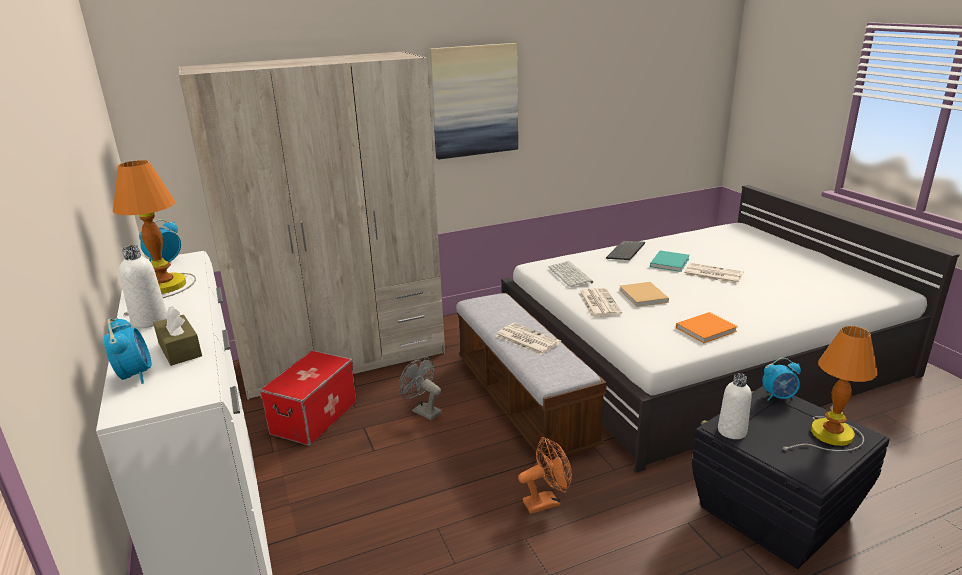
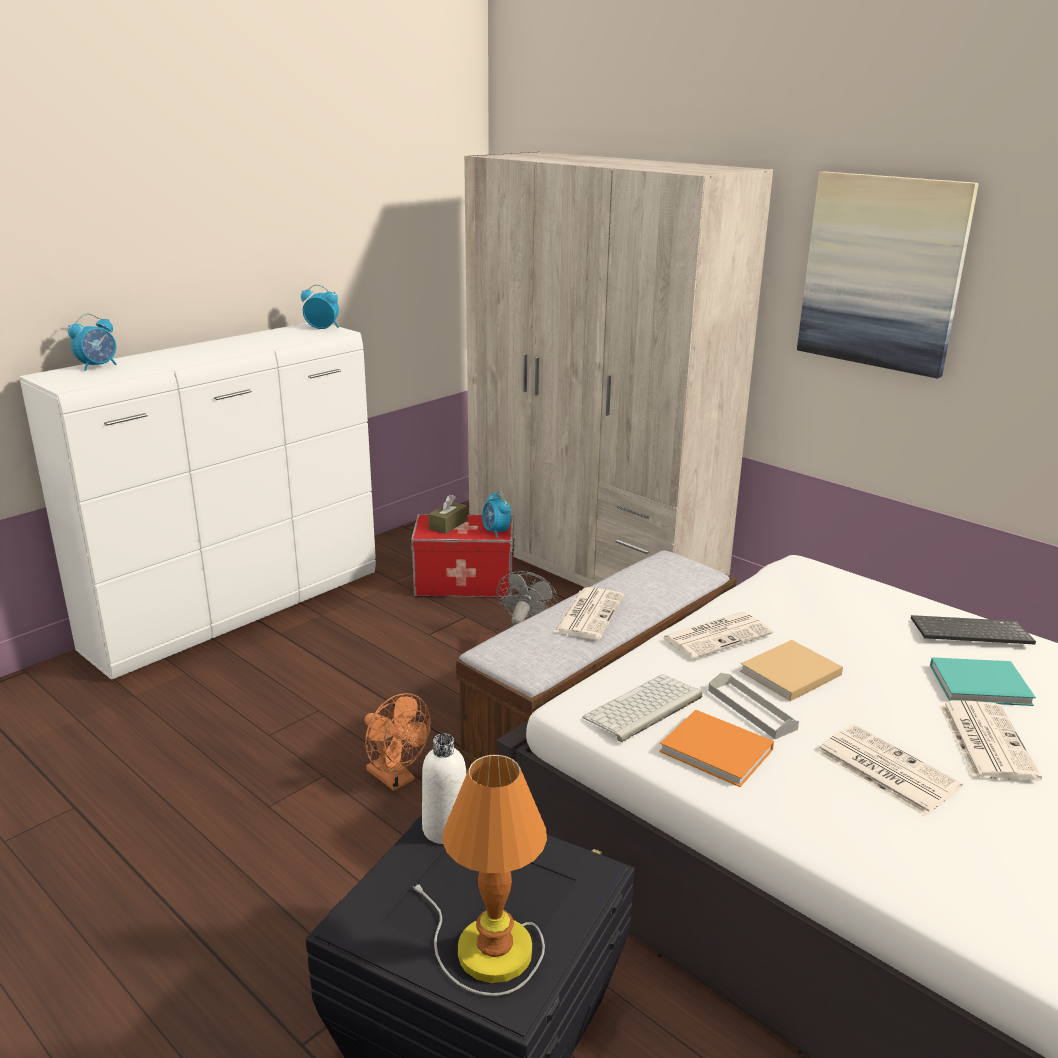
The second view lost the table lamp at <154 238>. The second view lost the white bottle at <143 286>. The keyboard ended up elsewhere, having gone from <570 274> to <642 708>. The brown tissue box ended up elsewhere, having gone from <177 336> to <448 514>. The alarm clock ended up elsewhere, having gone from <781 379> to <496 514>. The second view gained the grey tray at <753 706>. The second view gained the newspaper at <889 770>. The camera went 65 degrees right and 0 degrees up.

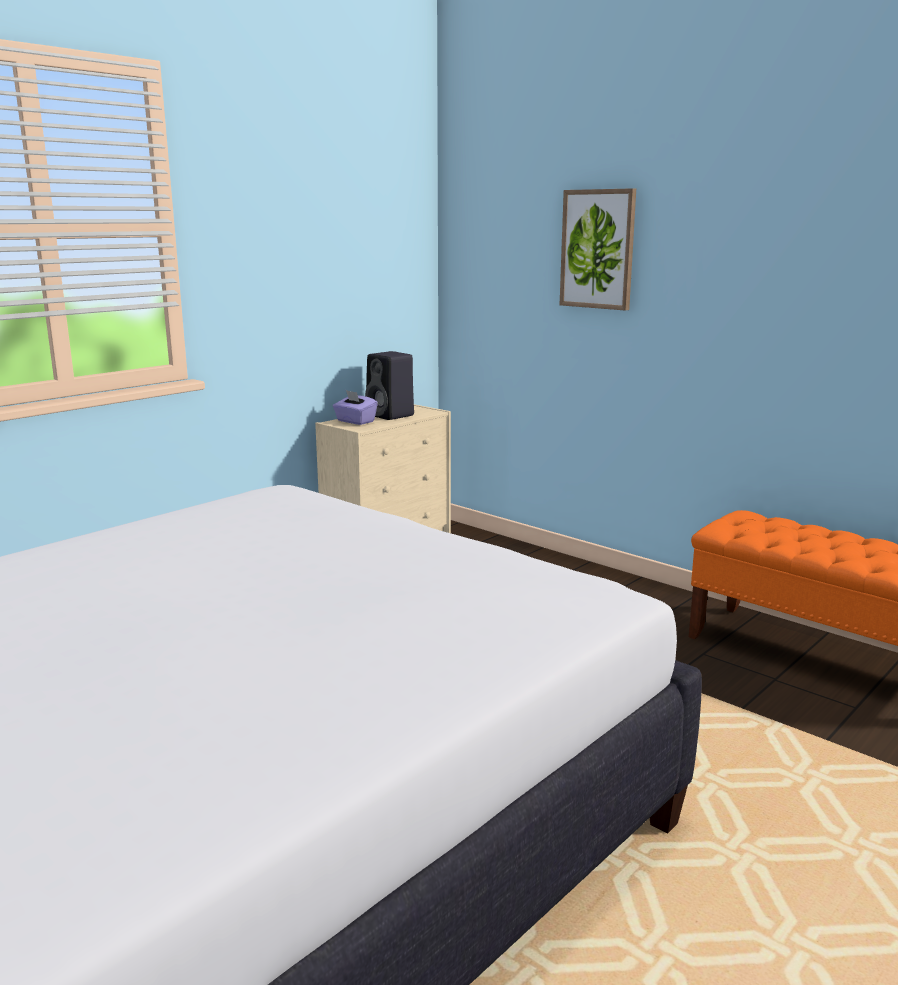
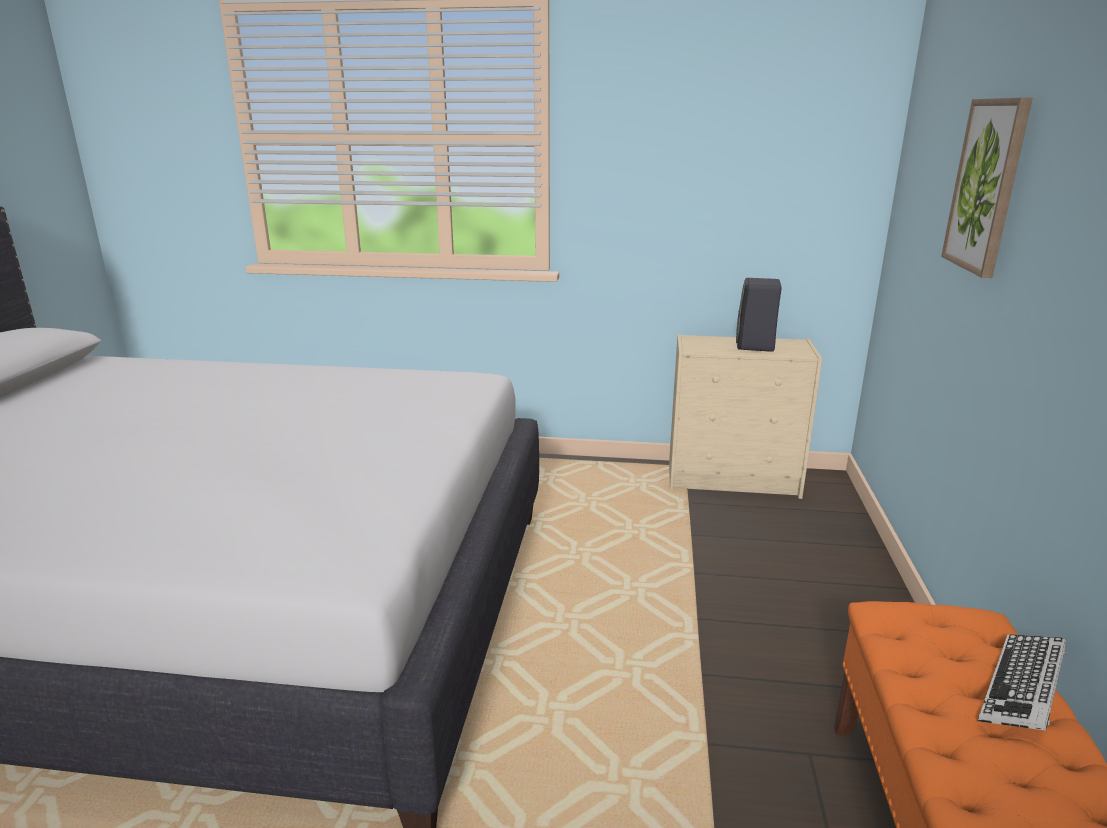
The second view lost the purple tissue box at <355 407>. The second view gained the keyboard at <1022 682>. The camera went 55 degrees right and 5 degrees up.

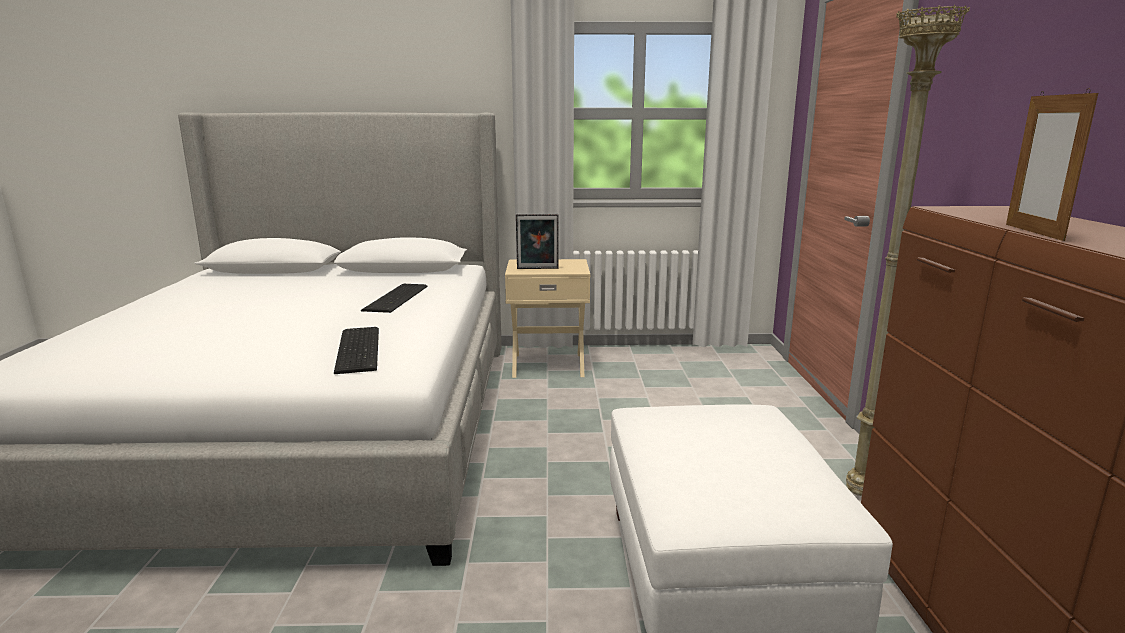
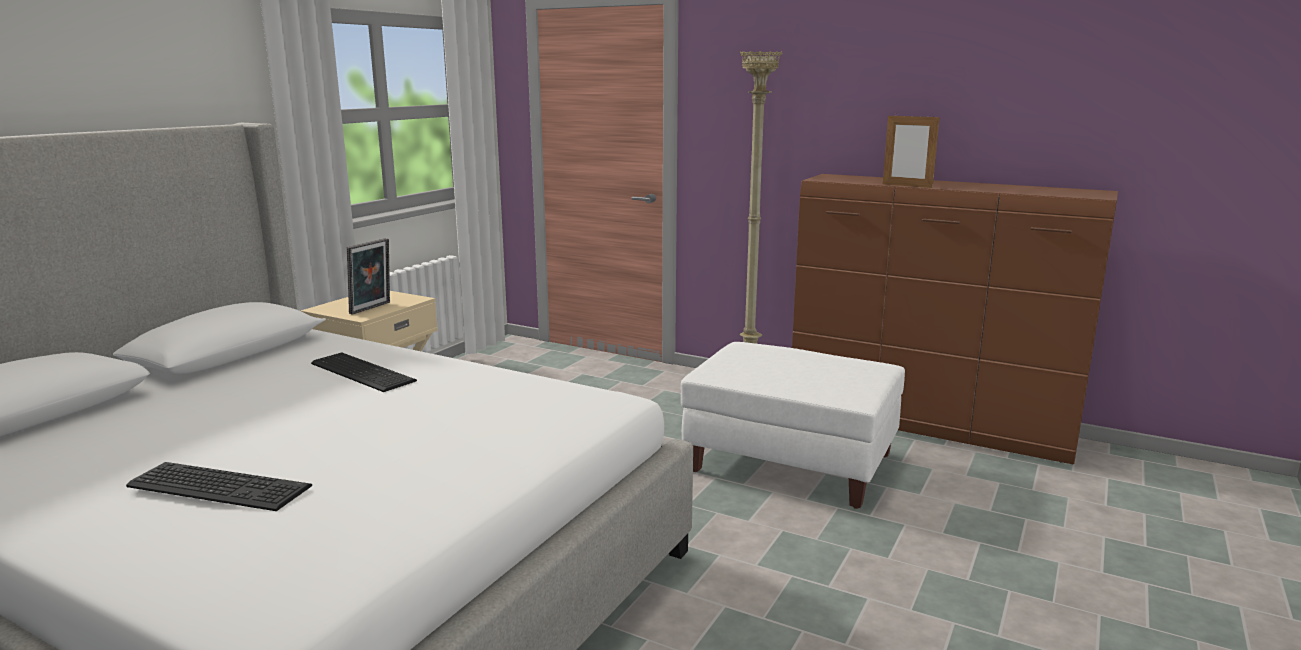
The keyboard ended up elsewhere, having gone from <356 350> to <219 486>. The camera went 60 degrees left and 0 degrees up.

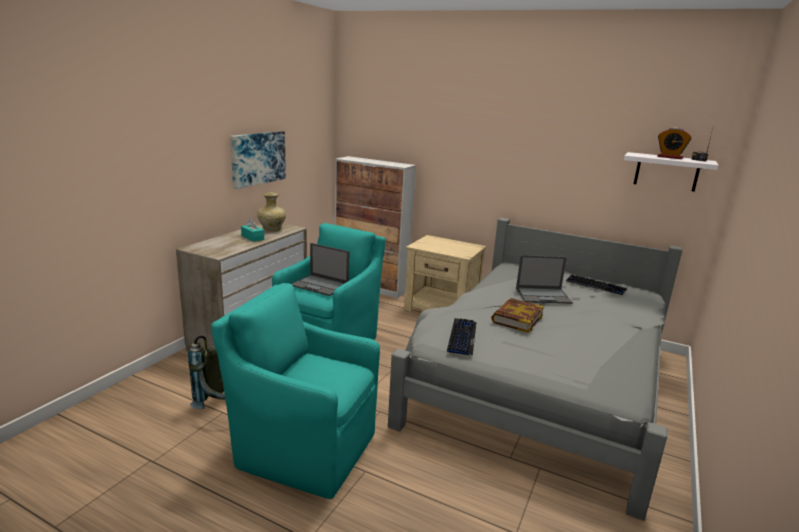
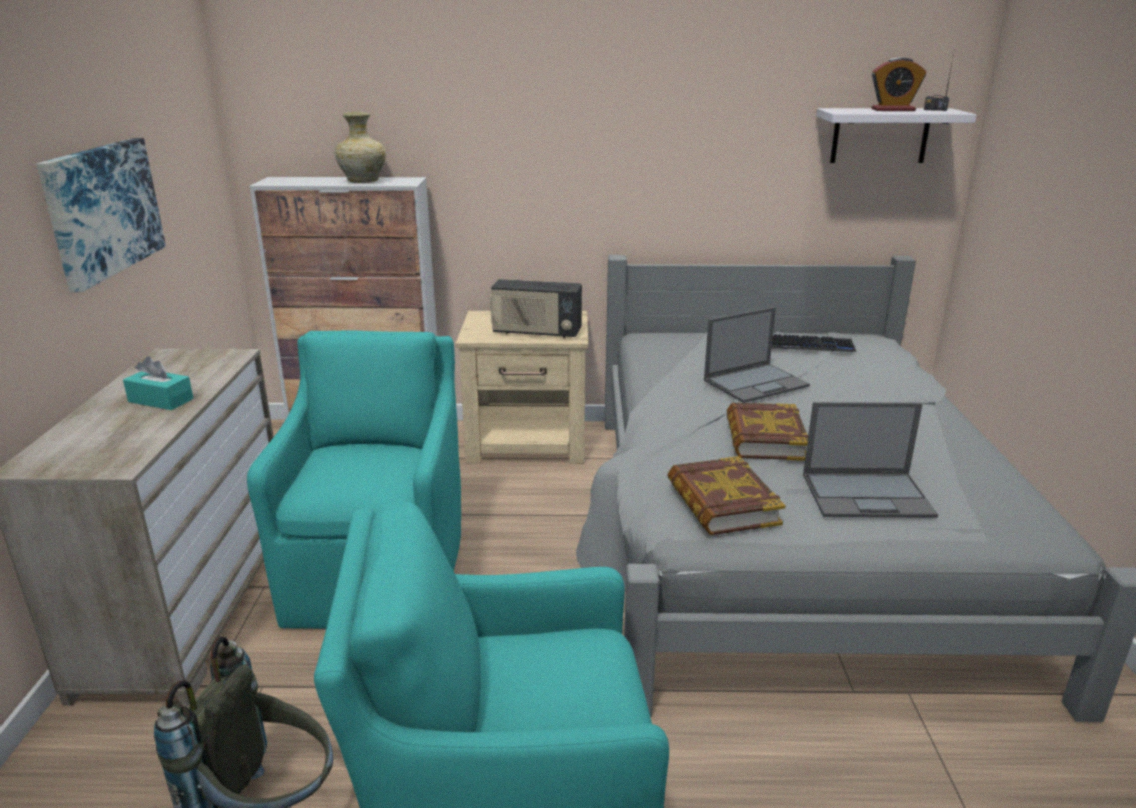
The beige vase ended up elsewhere, having gone from <271 211> to <360 147>. The laptop ended up elsewhere, having gone from <321 269> to <870 460>. Where the keyboard stood at <461 336>, the book came to stand at <727 495>. The second view gained the radio at <536 308>. The camera went 25 degrees left and 5 degrees up.

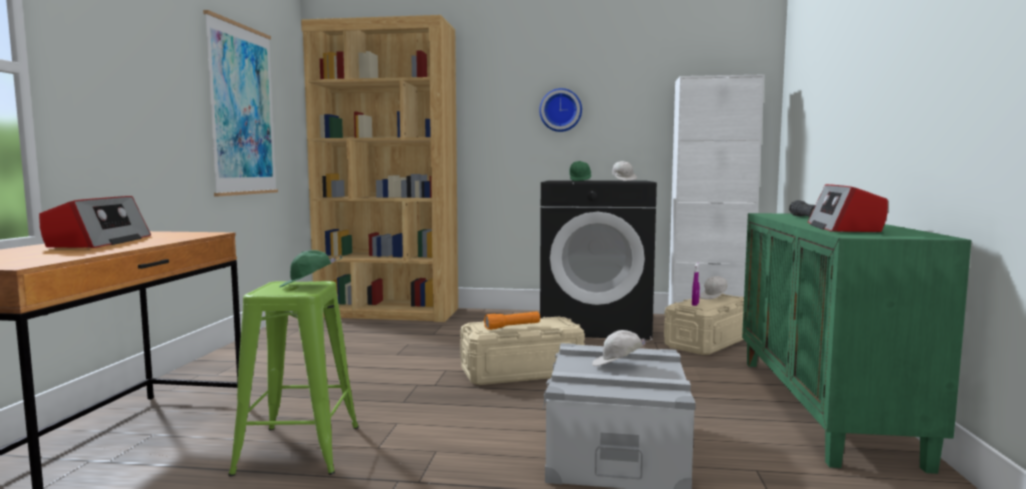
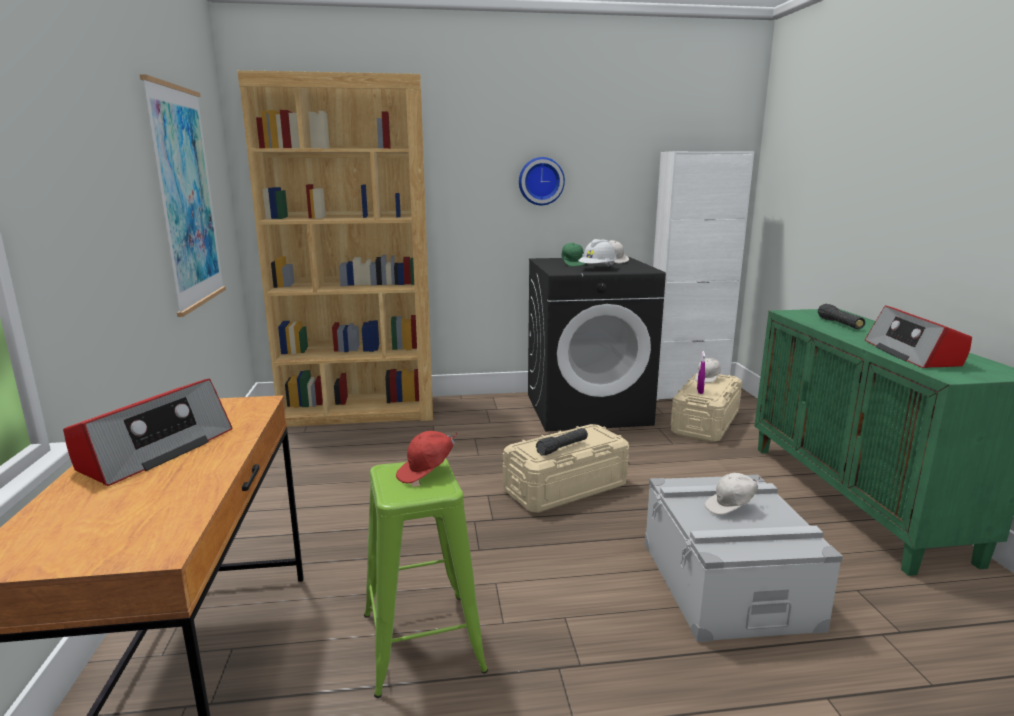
The radio at <95 222> ended up facing another way, 45 degrees clockwise from before. What was the green cap at <310 269> turned into the red cap at <426 457>. What was the orange flashlight at <512 321> turned into the black flashlight at <562 442>. The second view gained the white hard hat at <597 253>. The camera went 15 degrees left and 10 degrees up.

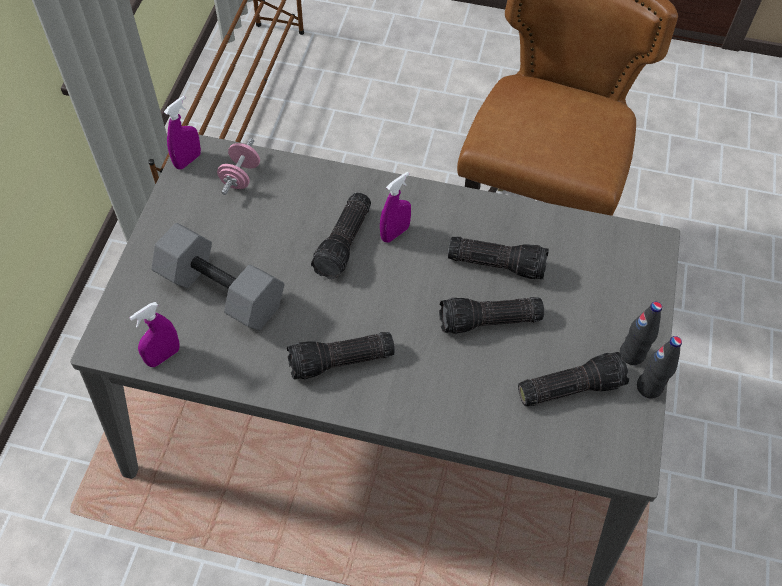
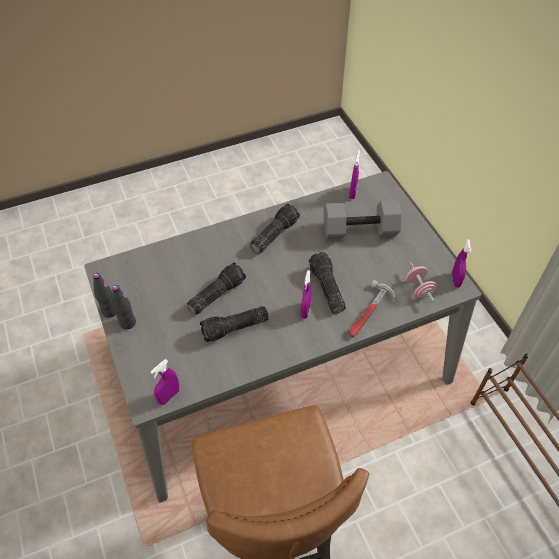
The second view lost the flashlight at <573 379>. The second view gained the hammer at <371 309>. The second view gained the purple spray bottle at <165 382>. The camera went 145 degrees right and 5 degrees down.

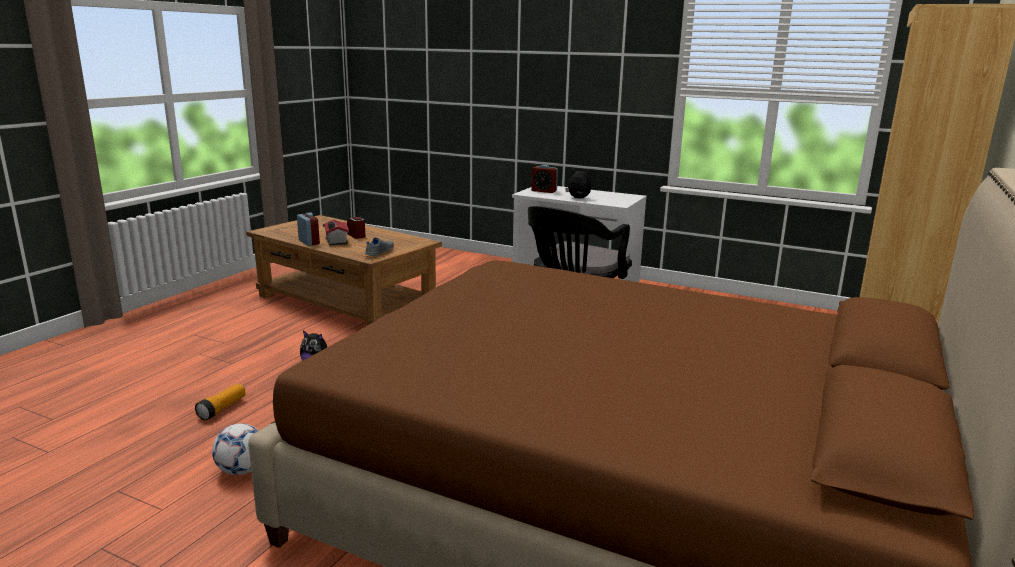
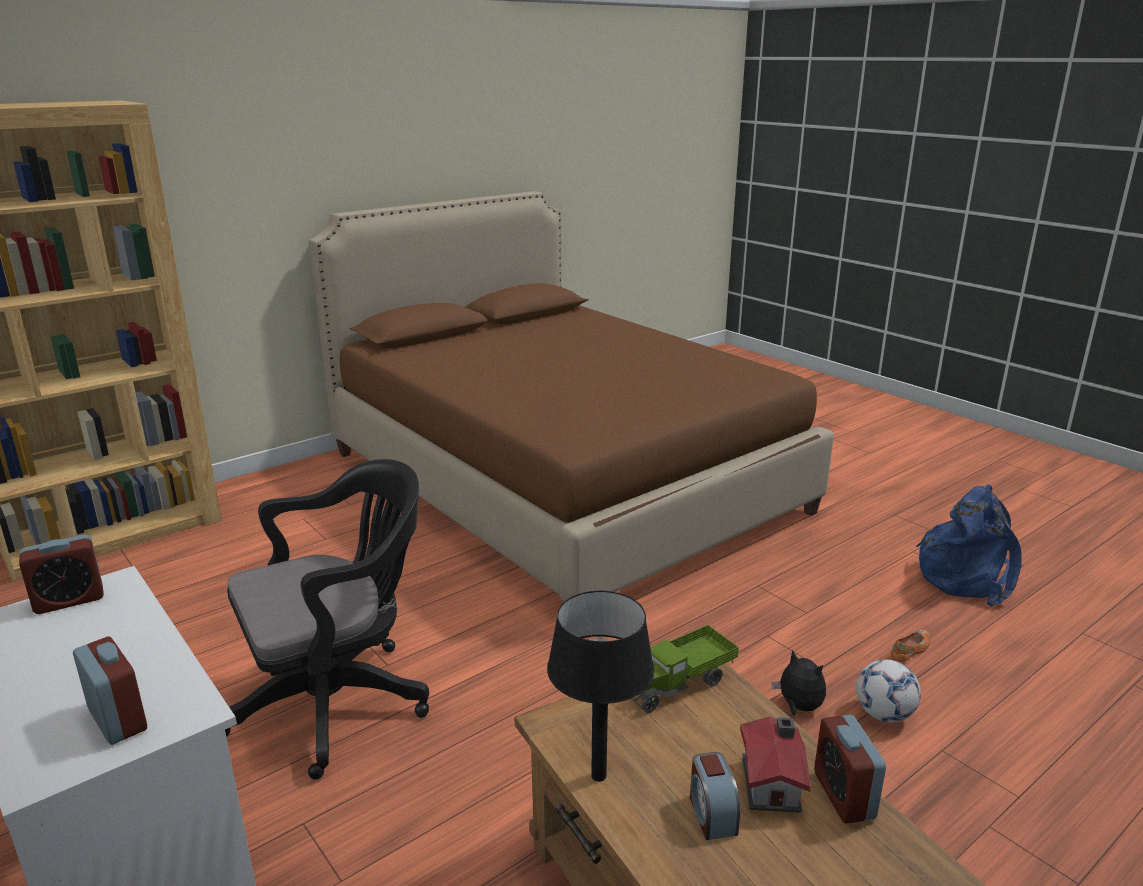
The second view lost the plush toy at <578 184>. Where the grey shoe stood at <379 247>, the toy truck came to stand at <685 669>. Where the flashlight stood at <220 402>, the orange shoe came to stand at <911 646>. The football ended up elsewhere, having gone from <235 449> to <888 691>. The second view gained the blue backpack at <969 545>. The second view gained the alarm clock at <61 574>. The second view gained the black table lamp at <601 686>. The camera went 155 degrees left and 5 degrees up.

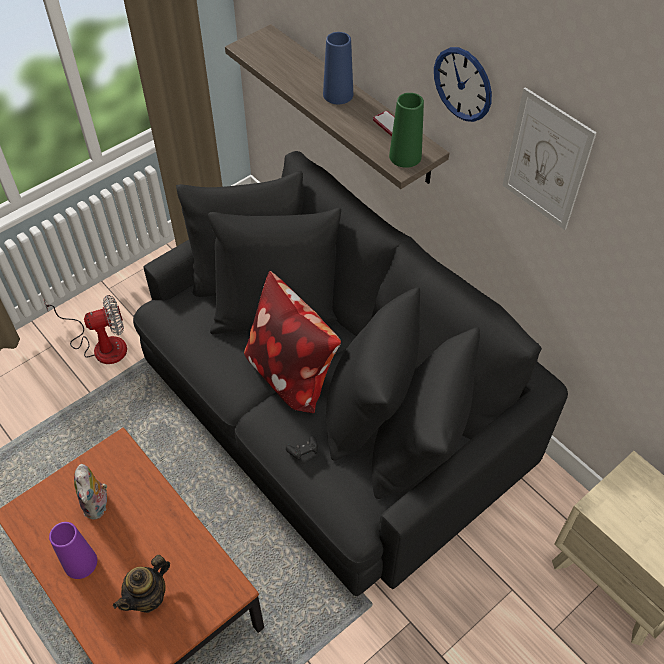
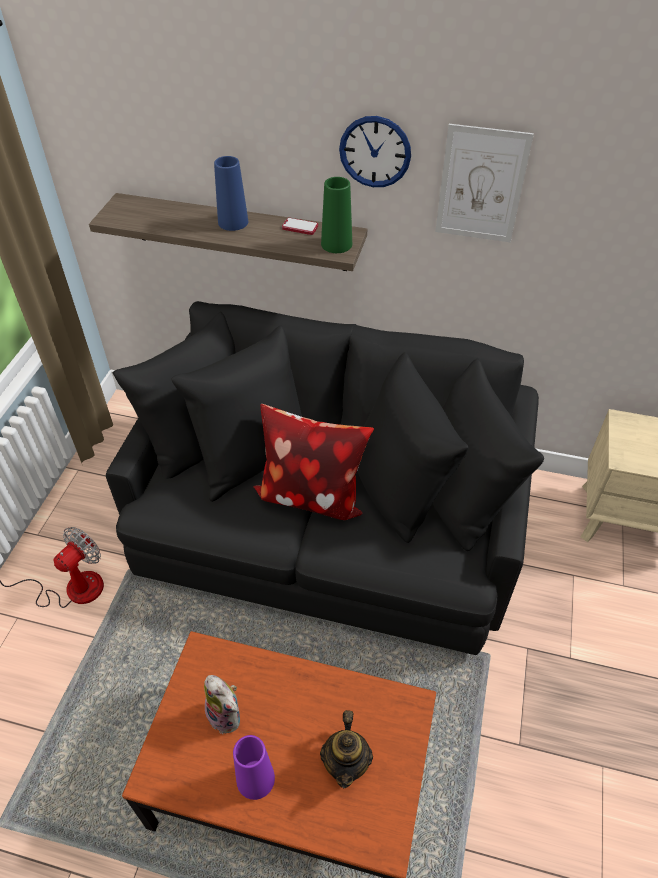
The second view lost the black game controller at <302 448>. The camera went 35 degrees left and 5 degrees down.

